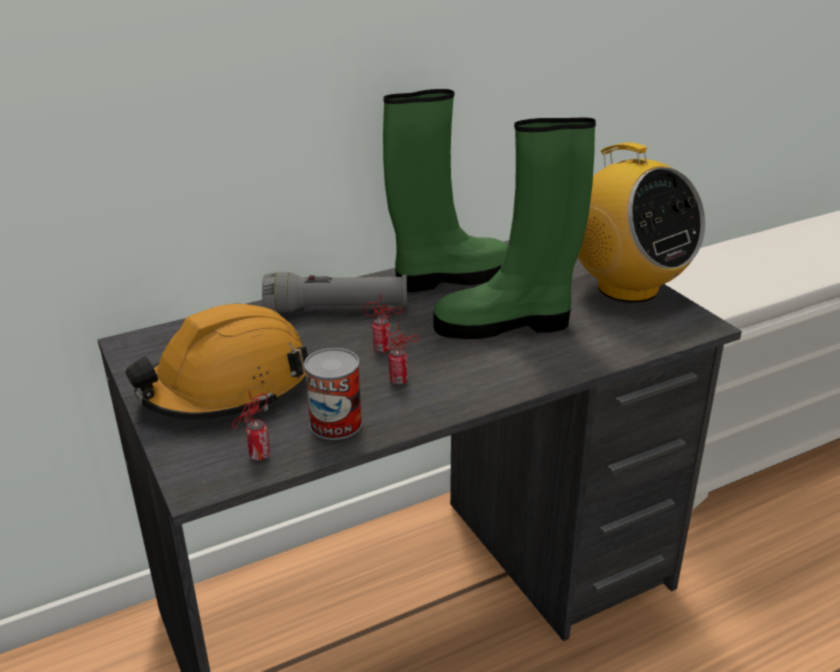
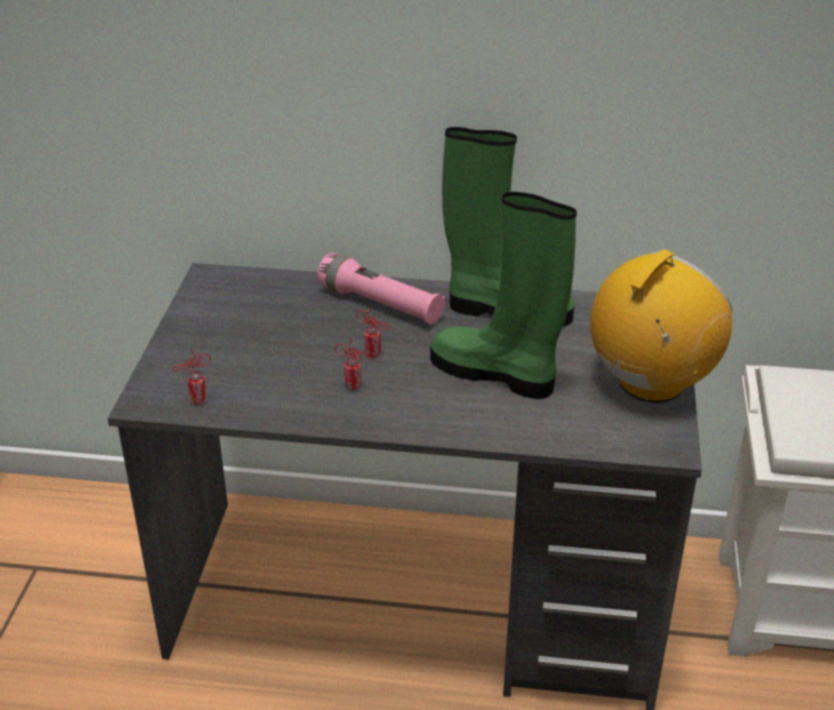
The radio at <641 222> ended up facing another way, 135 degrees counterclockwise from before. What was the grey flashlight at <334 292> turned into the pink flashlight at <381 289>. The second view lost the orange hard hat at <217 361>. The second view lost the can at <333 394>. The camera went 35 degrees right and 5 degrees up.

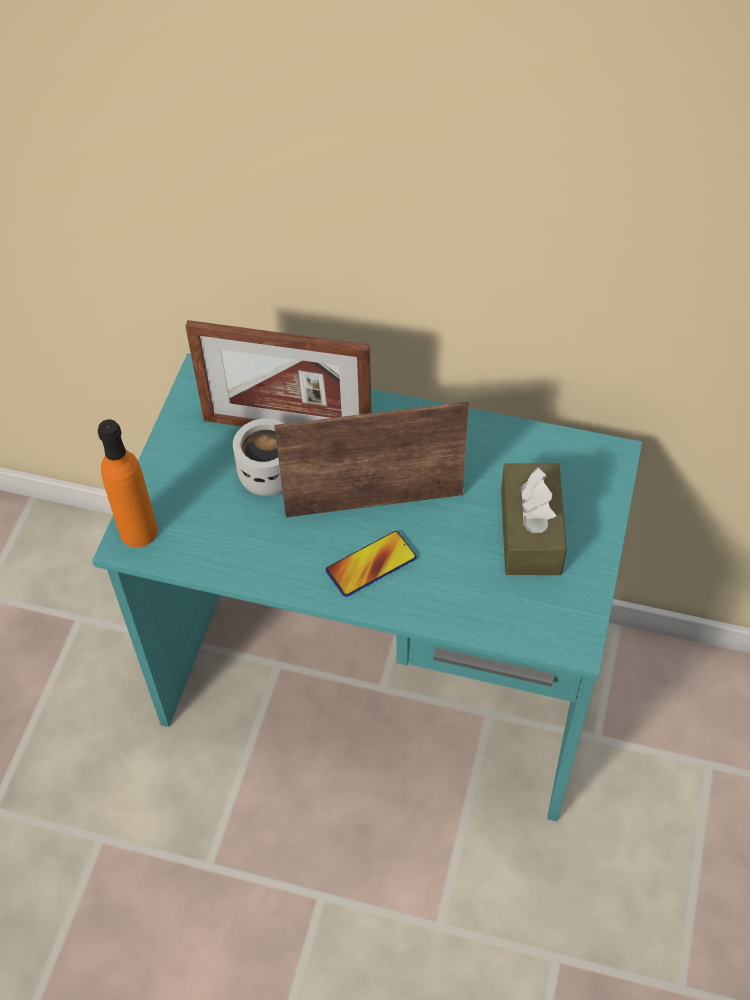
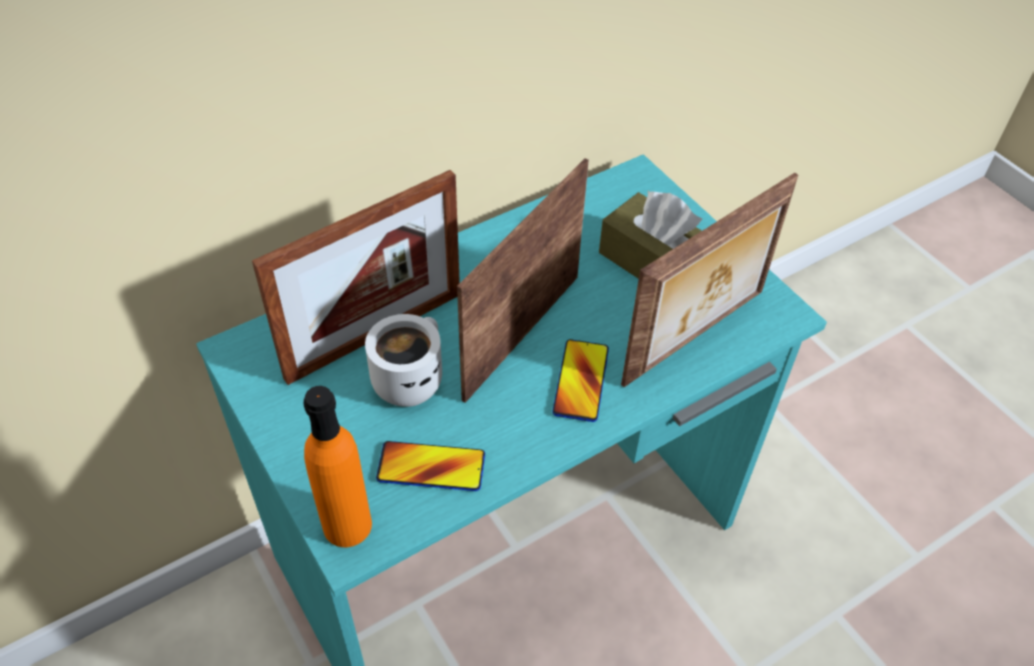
The second view gained the picture frame at <709 280>. The second view gained the phone at <430 466>. The camera went 50 degrees left and 5 degrees down.

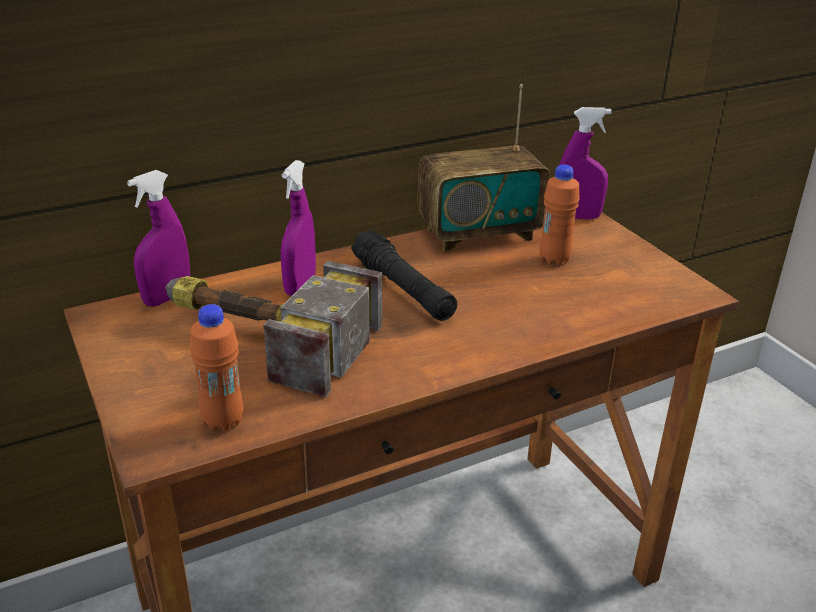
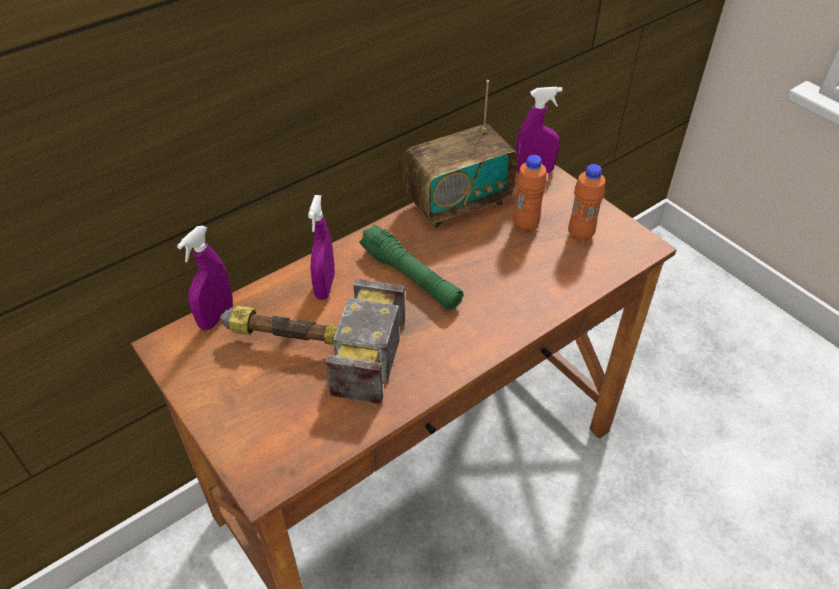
What was the black flashlight at <404 275> turned into the green flashlight at <411 267>. The orange bottle ended up elsewhere, having gone from <216 367> to <586 203>. The camera went 10 degrees left and 15 degrees up.

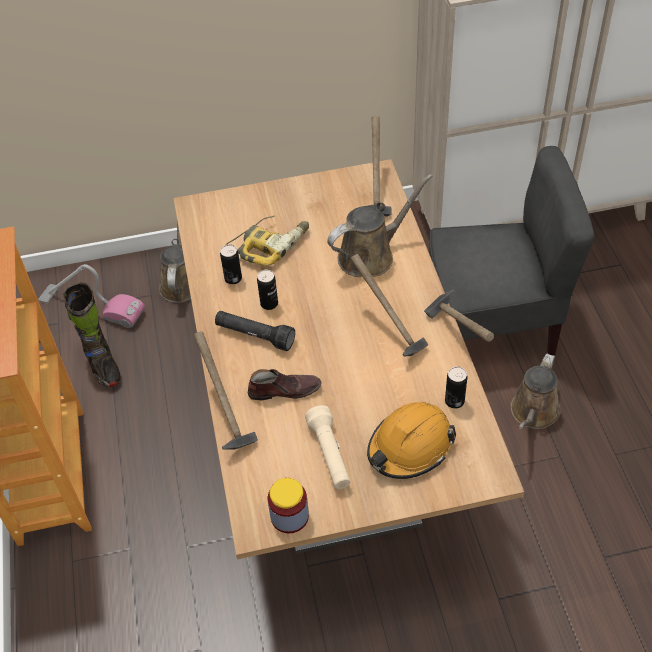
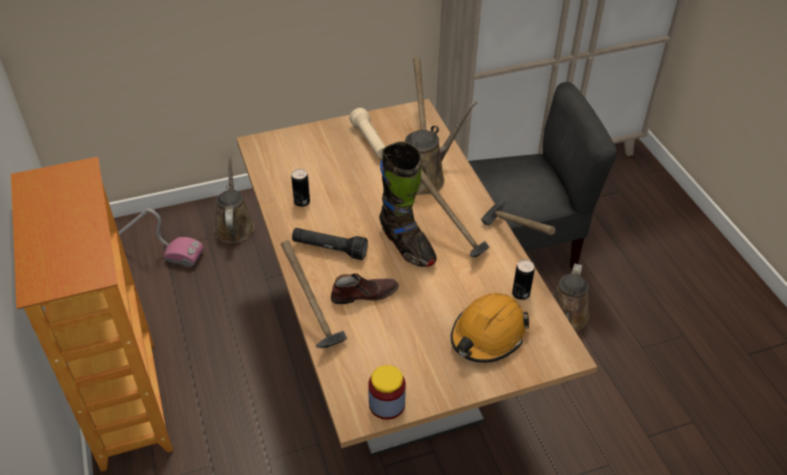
The second view lost the power drill at <267 241>. The second view lost the can at <267 290>. The black boot ended up elsewhere, having gone from <92 334> to <408 204>. The beige flashlight ended up elsewhere, having gone from <327 447> to <367 133>. The camera went 10 degrees left and 5 degrees down.

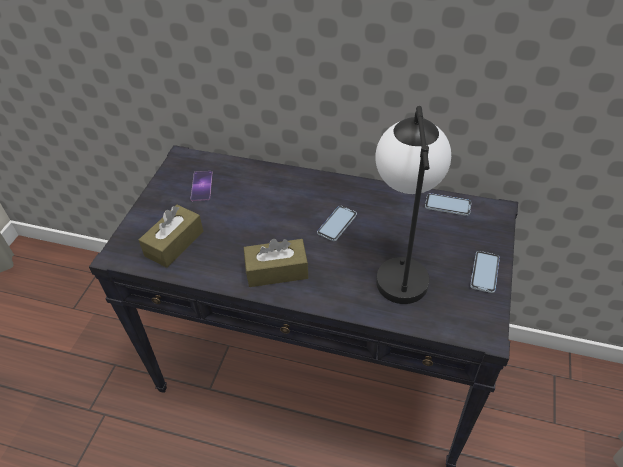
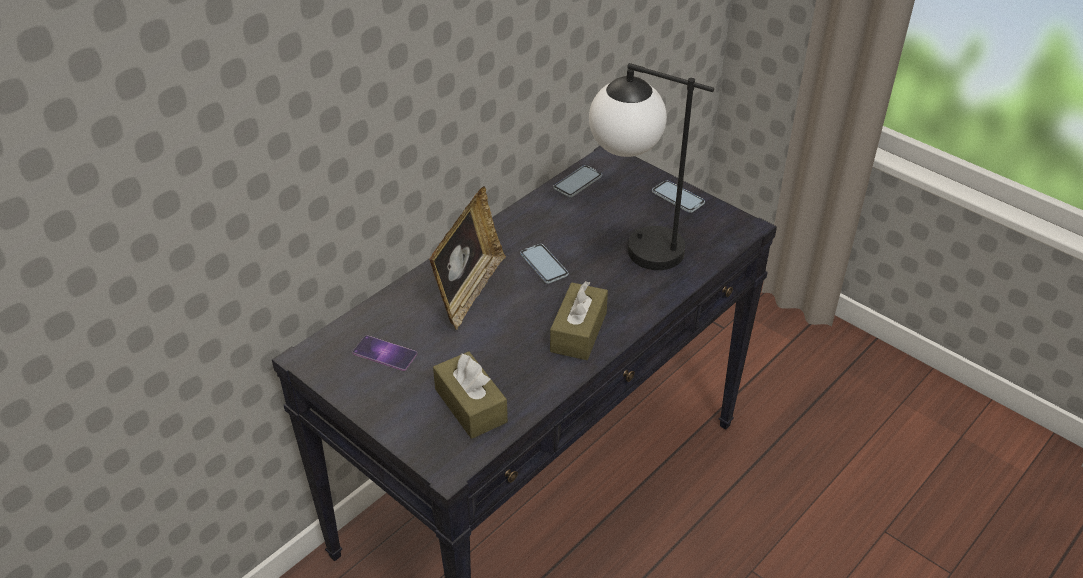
The second view gained the picture frame at <467 258>. The camera went 65 degrees left and 5 degrees down.

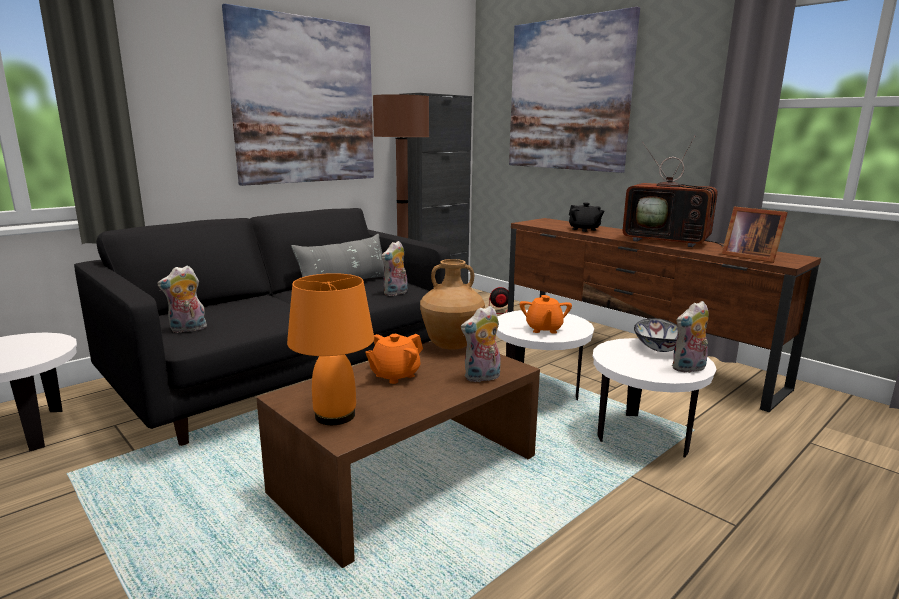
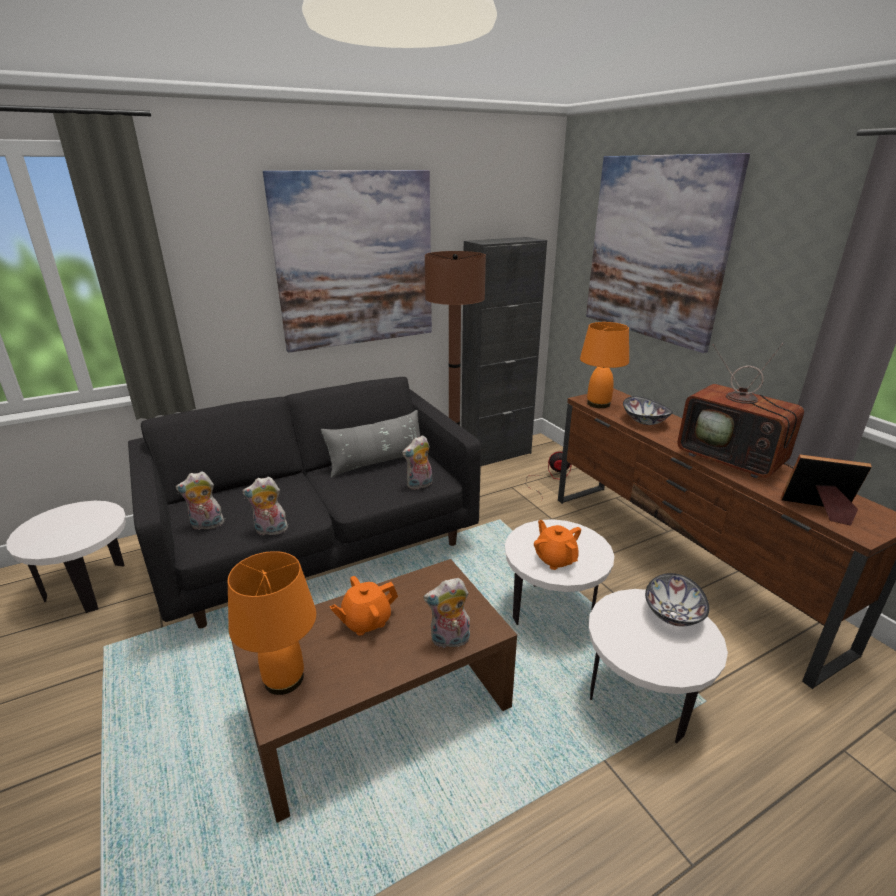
Where the black teapot stood at <586 217>, the bowl came to stand at <648 410>. The picture frame at <755 235> ended up facing another way, 135 degrees clockwise from before. The second view lost the brown vase at <452 304>. The orange teapot at <546 314> ended up facing another way, 135 degrees clockwise from before. The plush toy ended up elsewhere, having gone from <690 337> to <265 506>. The second view gained the orange table lamp at <604 365>. The camera went 15 degrees right and 10 degrees up.

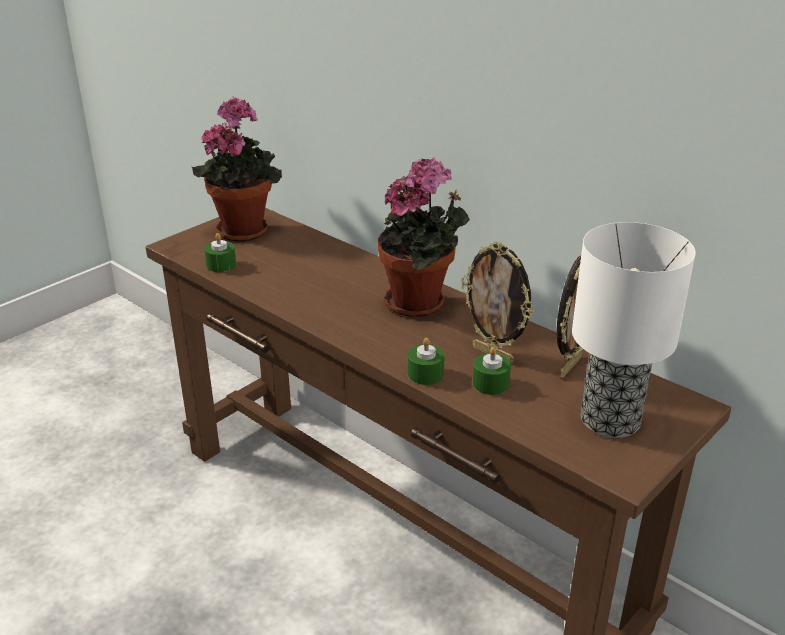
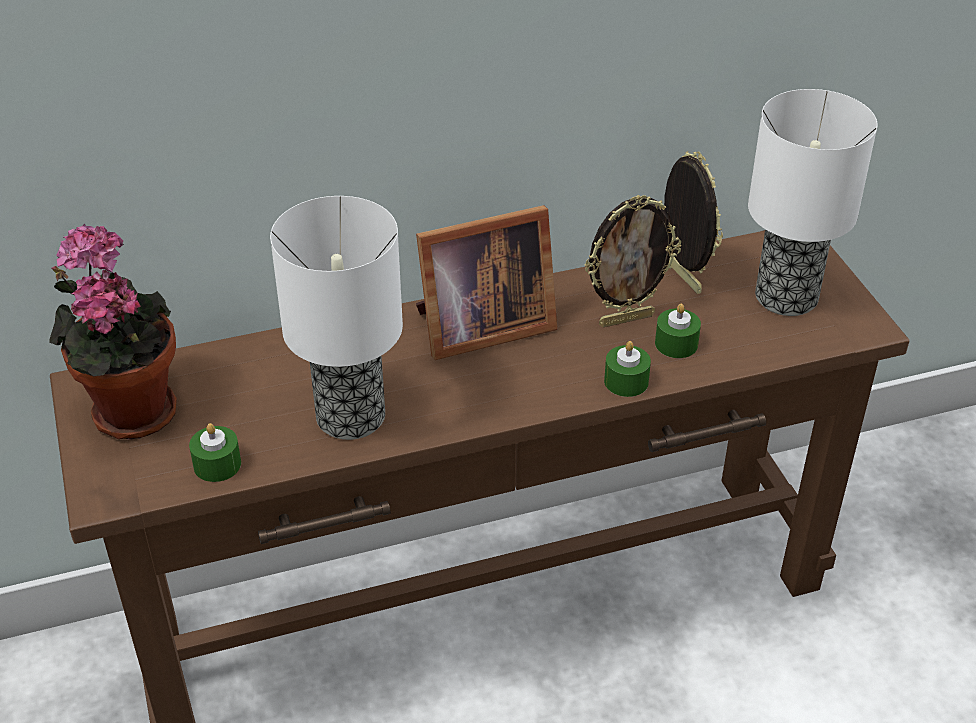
Where the potted plant stood at <424 237>, the picture frame came to stand at <486 282>. The second view gained the table lamp at <336 318>. The camera went 60 degrees left and 10 degrees up.

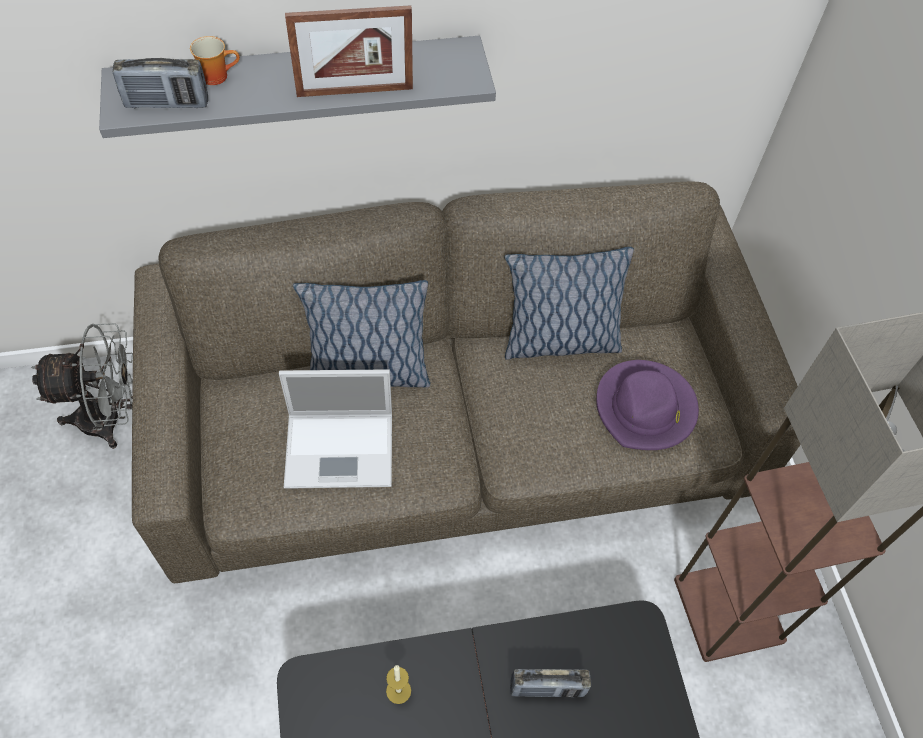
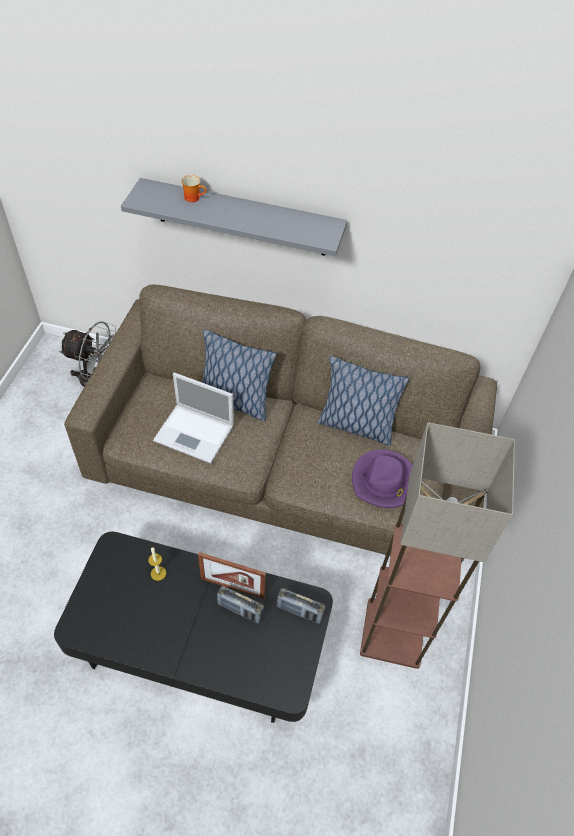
The picture frame ended up elsewhere, having gone from <349 51> to <232 575>. The radio ended up elsewhere, having gone from <160 83> to <301 606>. The camera went 25 degrees right and 5 degrees down.

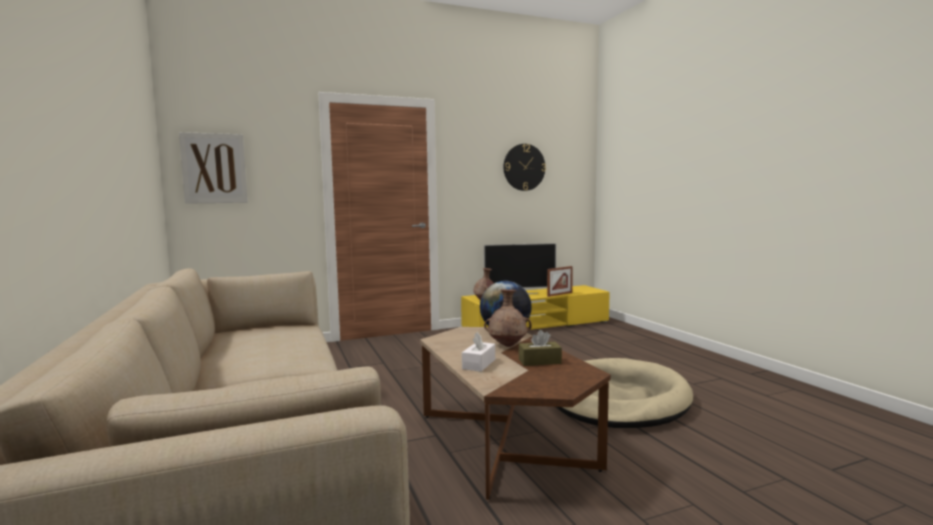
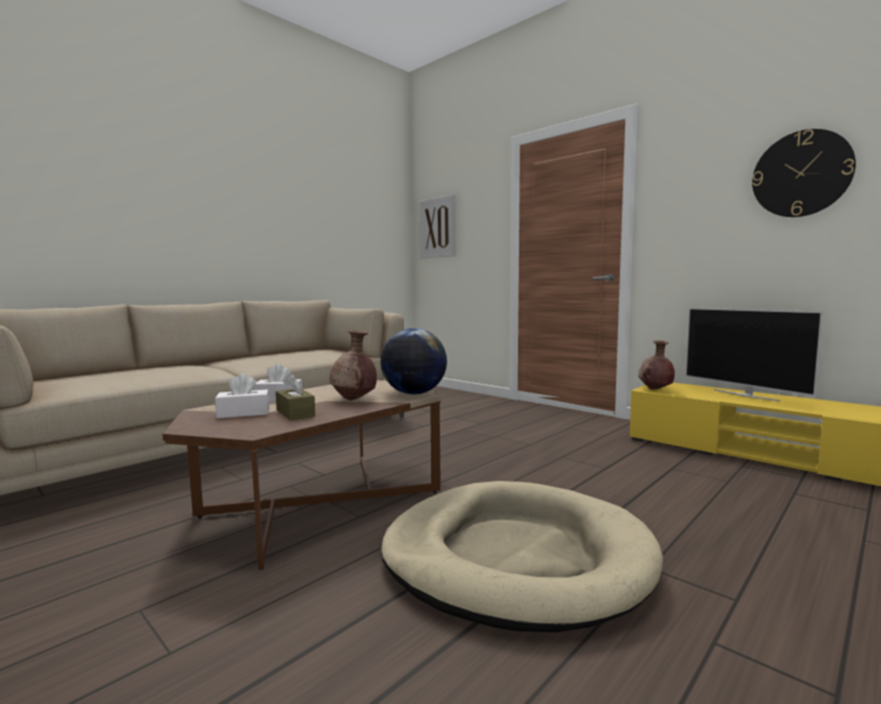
The second view lost the picture frame at <560 281>. The second view gained the white tissue box at <242 395>. The camera went 65 degrees right and 0 degrees up.

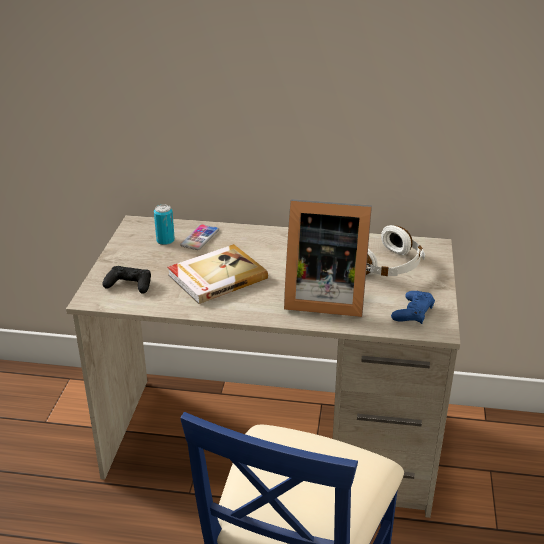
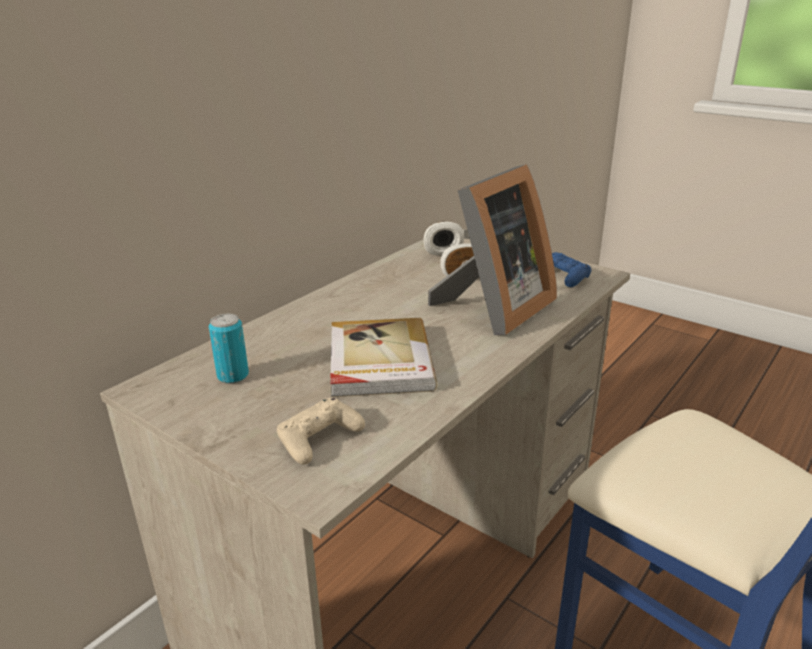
The second view lost the phone at <199 237>. What was the black game controller at <126 279> turned into the beige game controller at <321 431>. The camera went 60 degrees left and 5 degrees down.

